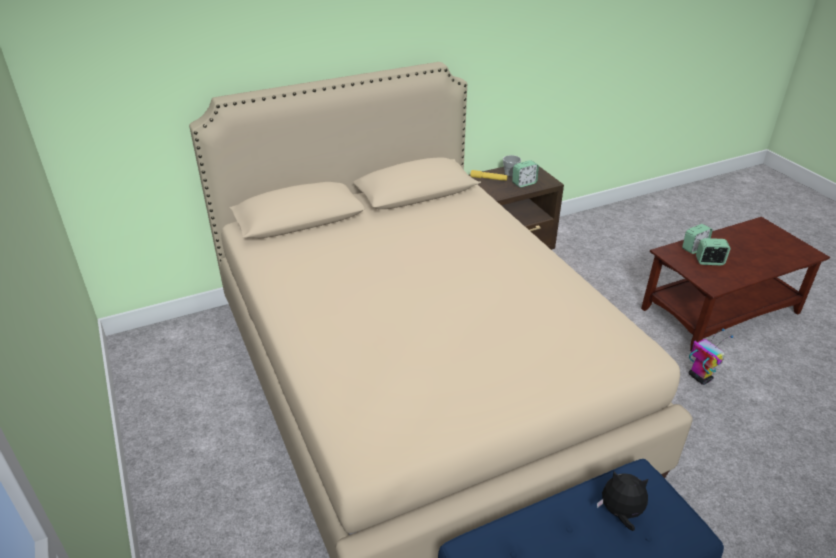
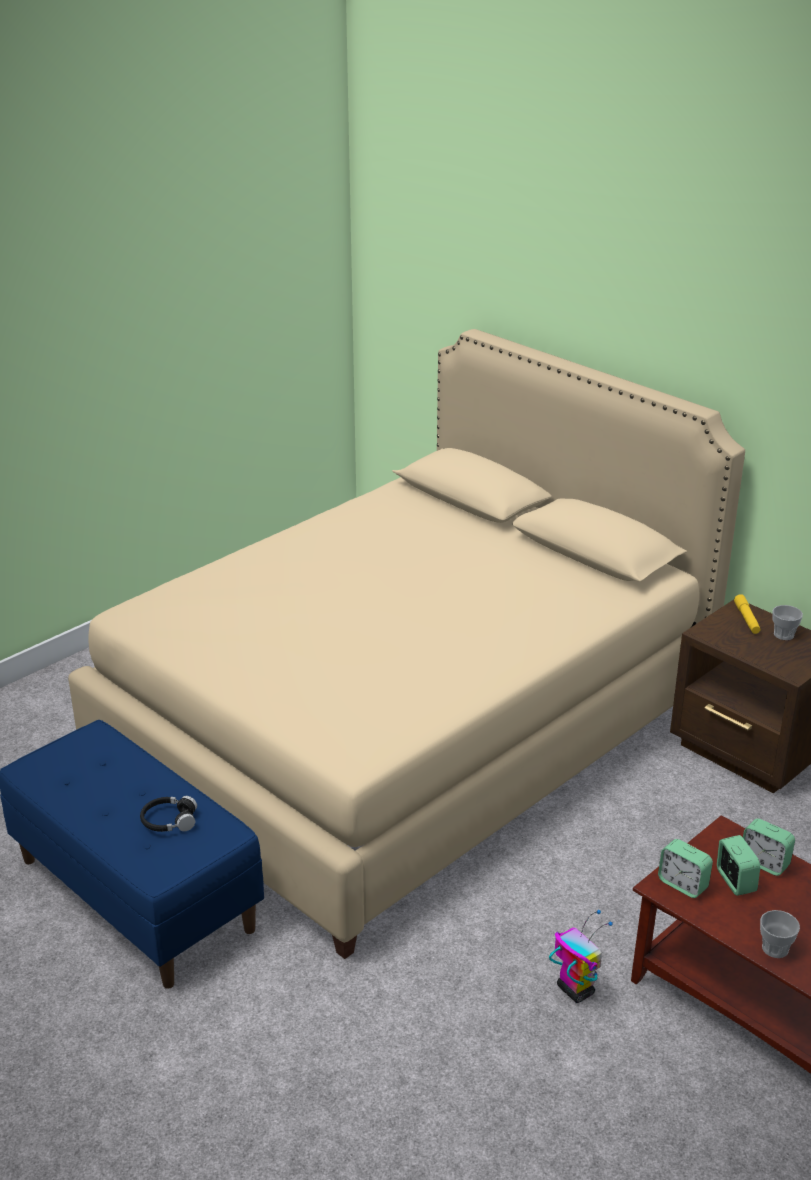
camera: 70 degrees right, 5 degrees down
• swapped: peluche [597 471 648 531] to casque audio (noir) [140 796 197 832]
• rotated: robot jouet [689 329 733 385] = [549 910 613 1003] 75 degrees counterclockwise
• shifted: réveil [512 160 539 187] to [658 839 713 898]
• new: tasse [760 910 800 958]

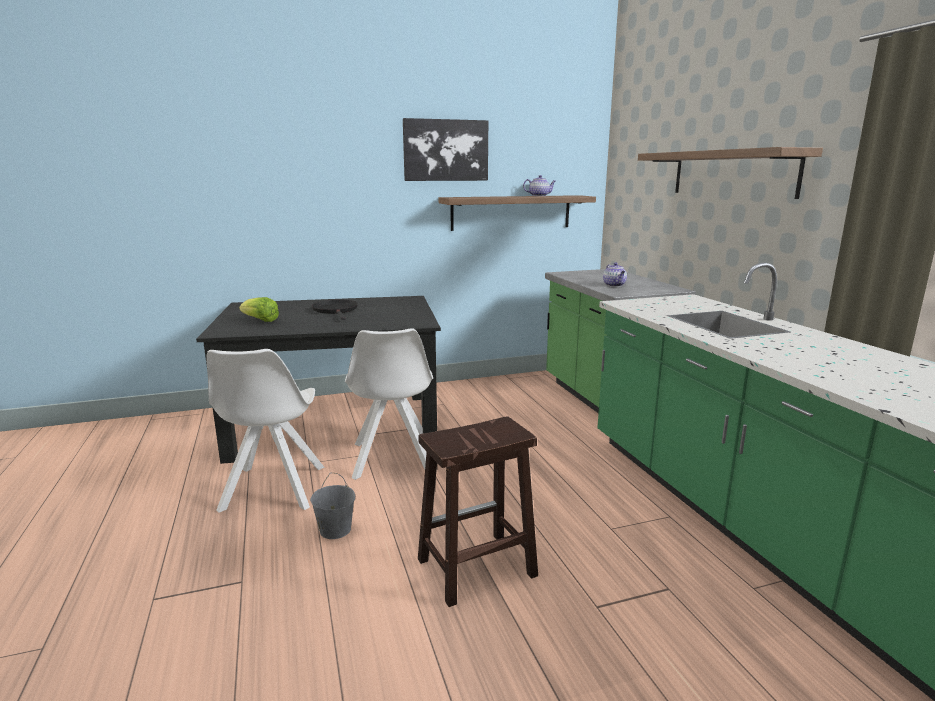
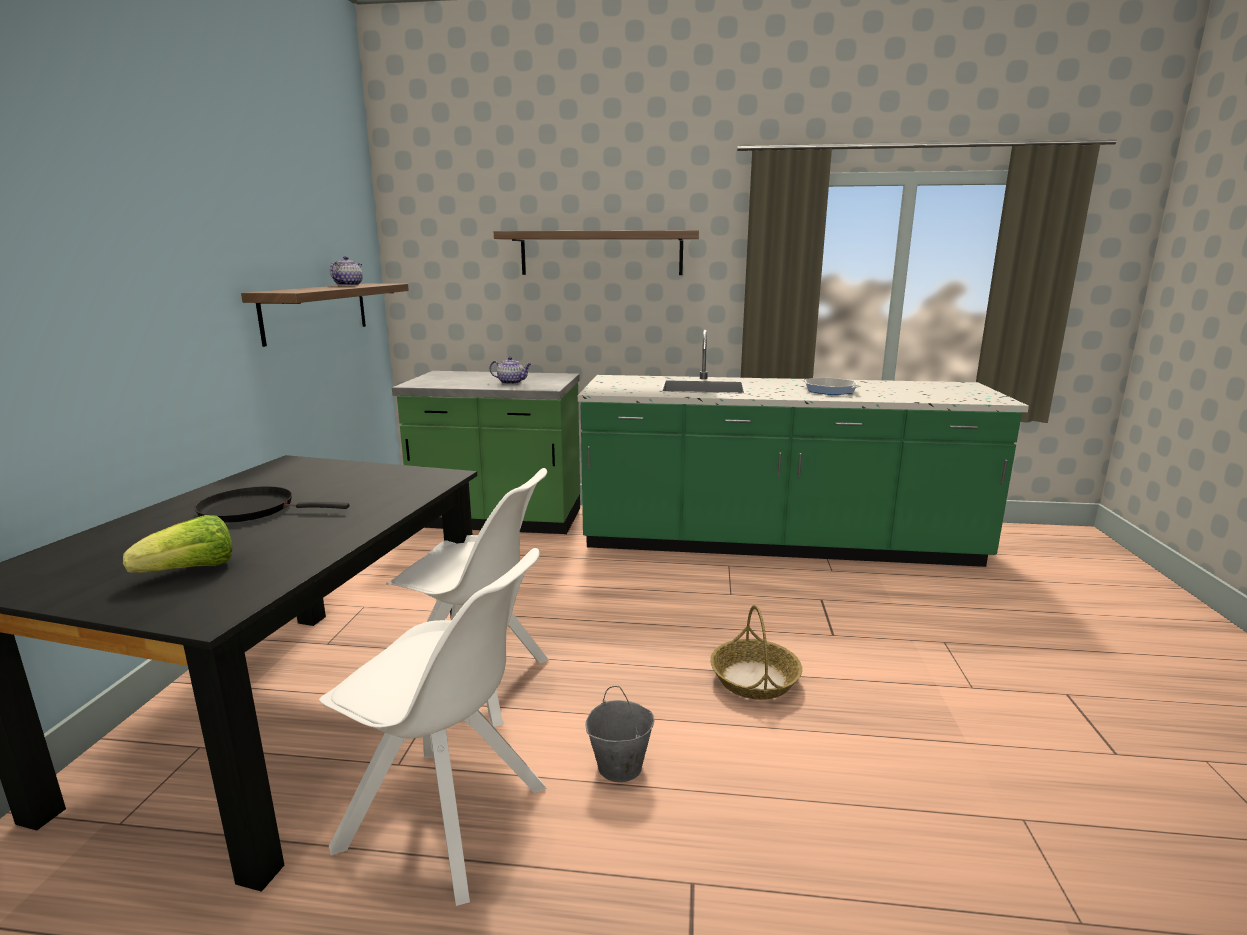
camera: 65 degrees left, 0 degrees up
• swapped: tabouret (marron) [418 416 538 607] to panier [710 605 802 700]
• new: poêle [802 378 861 395]
• gone: tableau [403 118 488 181]

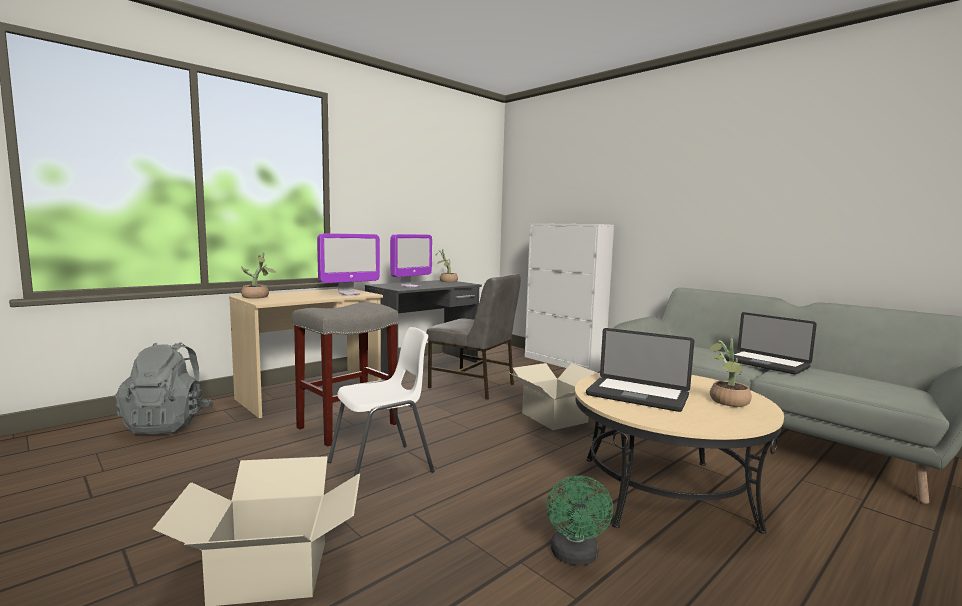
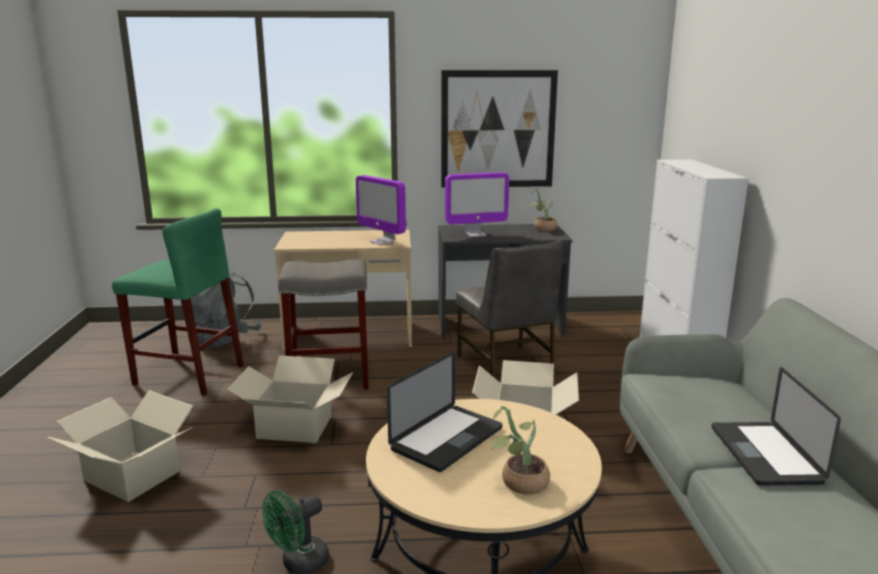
camera: 40 degrees right, 10 degrees up
• new: tabouret (vert) [112 208 244 396]
• swapped: chaise (blanc) [328 327 434 476] to carton [227 356 353 443]
• rotated: écran d'ordinateur [317 233 380 296] = [356 175 406 245] 45 degrees clockwise
• rotated: ordinateur portable [586 328 694 412] = [387 352 503 472] 120 degrees counterclockwise
• new: tableau [441 70 558 188]
• gone: plante en pot [241 252 275 299]

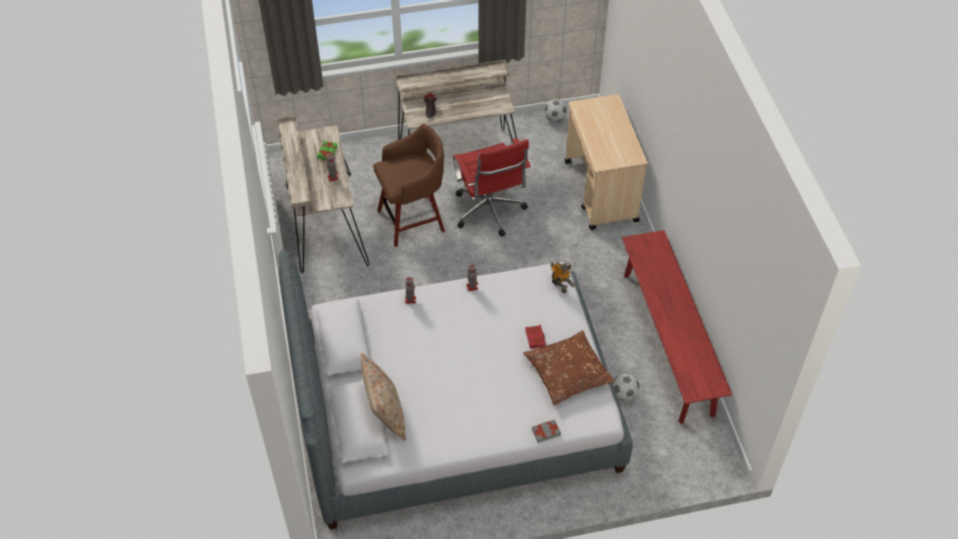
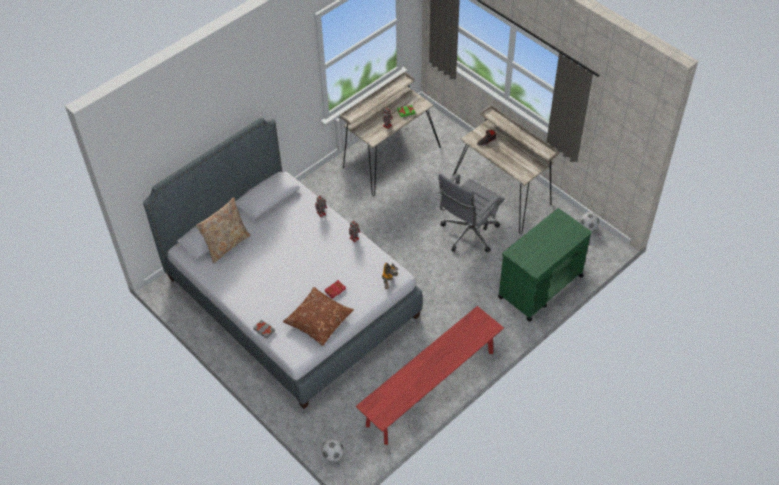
camera: 60 degrees right, 0 degrees up
• shifted: ballon de foot [613 373 640 401] to [321 439 344 462]
• repainted: chaise de bureau (rouge) [453 138 531 237] to chaise de bureau (gris) [437 173 505 252]
• repainted: chariot (beige) [565 94 648 230] to chariot (vert) [498 208 592 322]
• gone: tabouret (marron) [373 124 445 247]

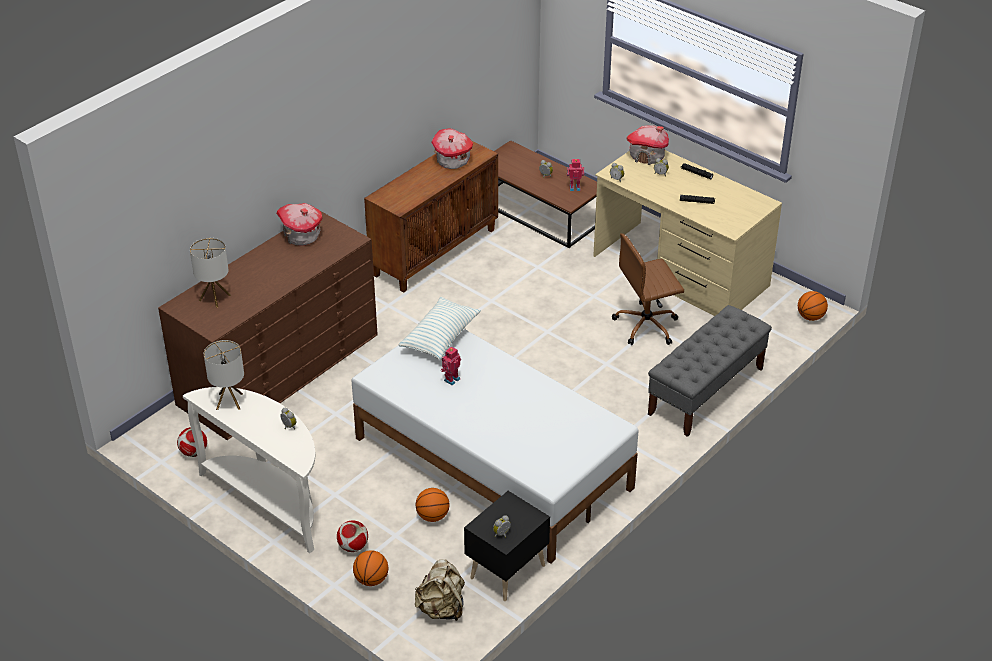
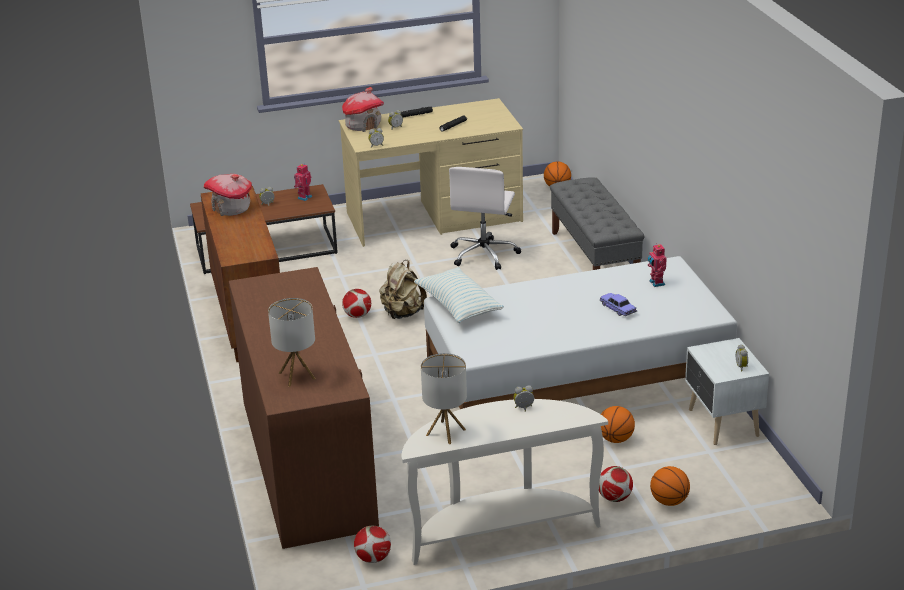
camera: 55 degrees left, 10 degrees down
• new: ballon de foot [342 289 371 318]
• shifted: sac à dos (beige) [415 559 465 621] to [379 260 427 319]
• repainted: chaise de bureau (marron) [612 233 684 345] to chaise de bureau (blanc) [449 167 521 270]
• new: petite voiture [600 293 637 316]
• shifted: robot jouet [441 346 461 385] to [648 243 667 287]
• repainted: table de chevet (noir) [464 491 550 601] to table de chevet (blanc) [685 338 769 445]
• gone: maison miniature [276 203 322 246]

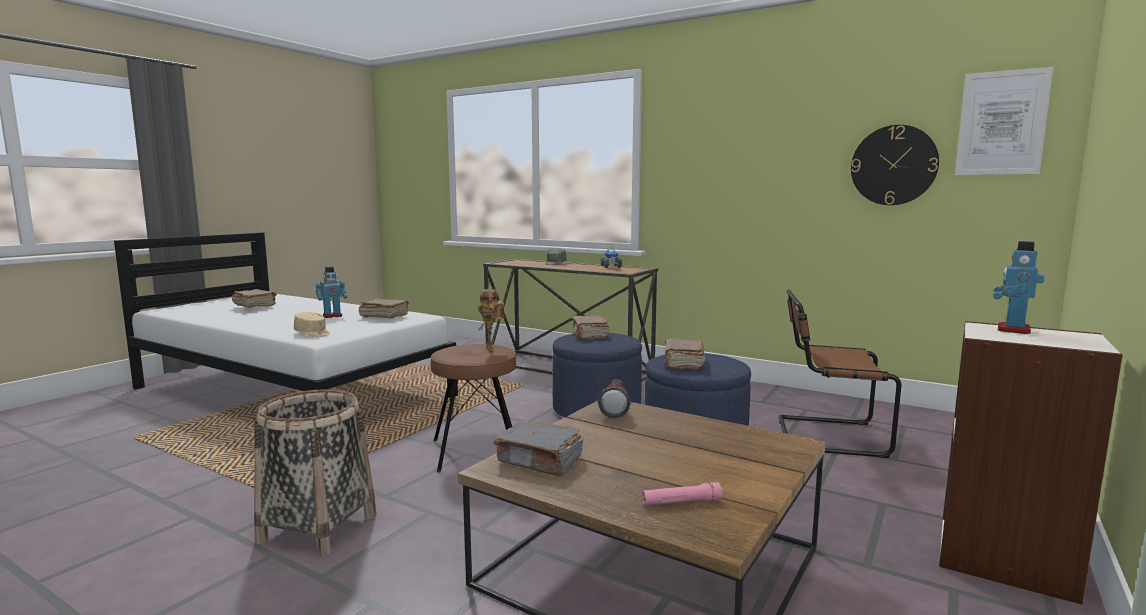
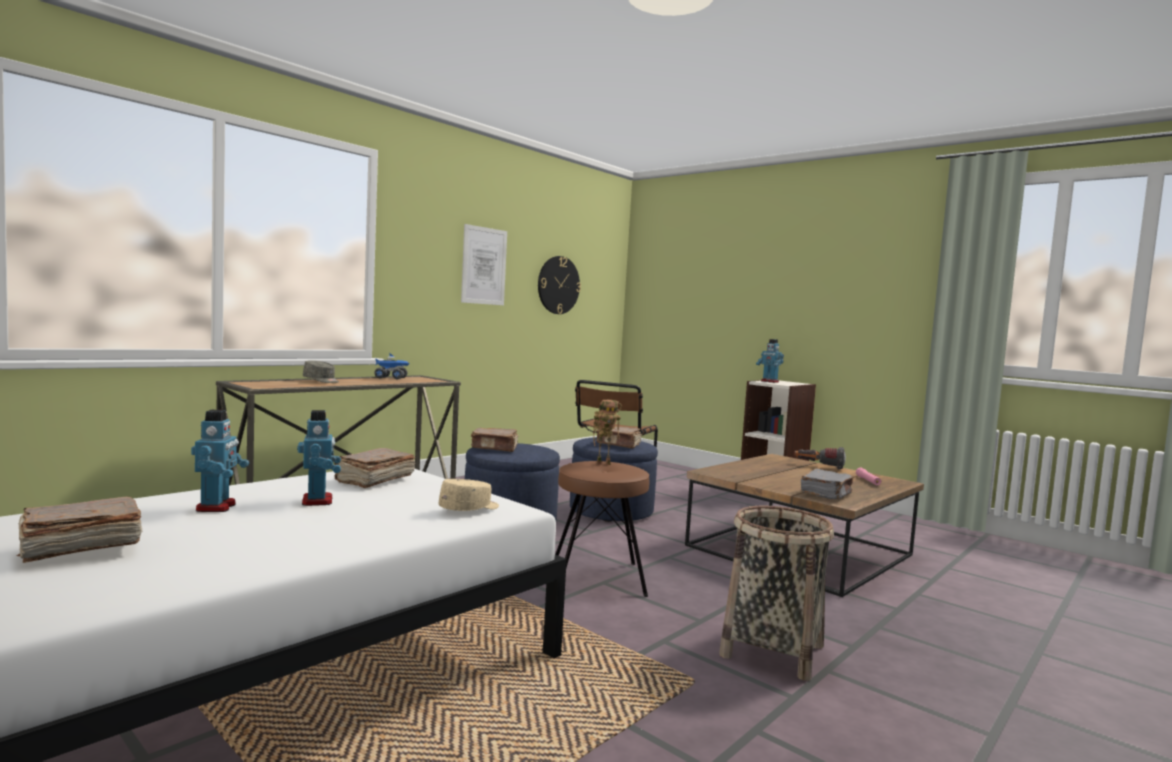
camera: 80 degrees left, 5 degrees down
• new: robot jouet [191 410 249 512]
• shifted: tableau [955 67 1054 175] to [461 224 507 305]
• shifted: lampe de poche [598 379 631 418] to [794 447 846 469]

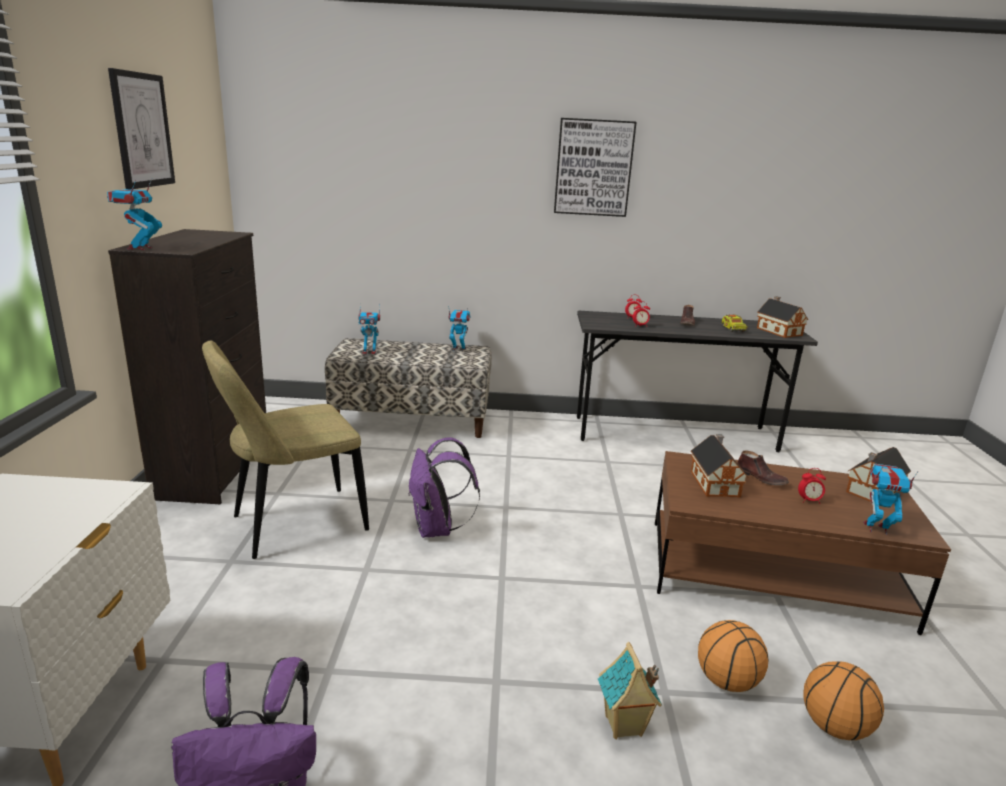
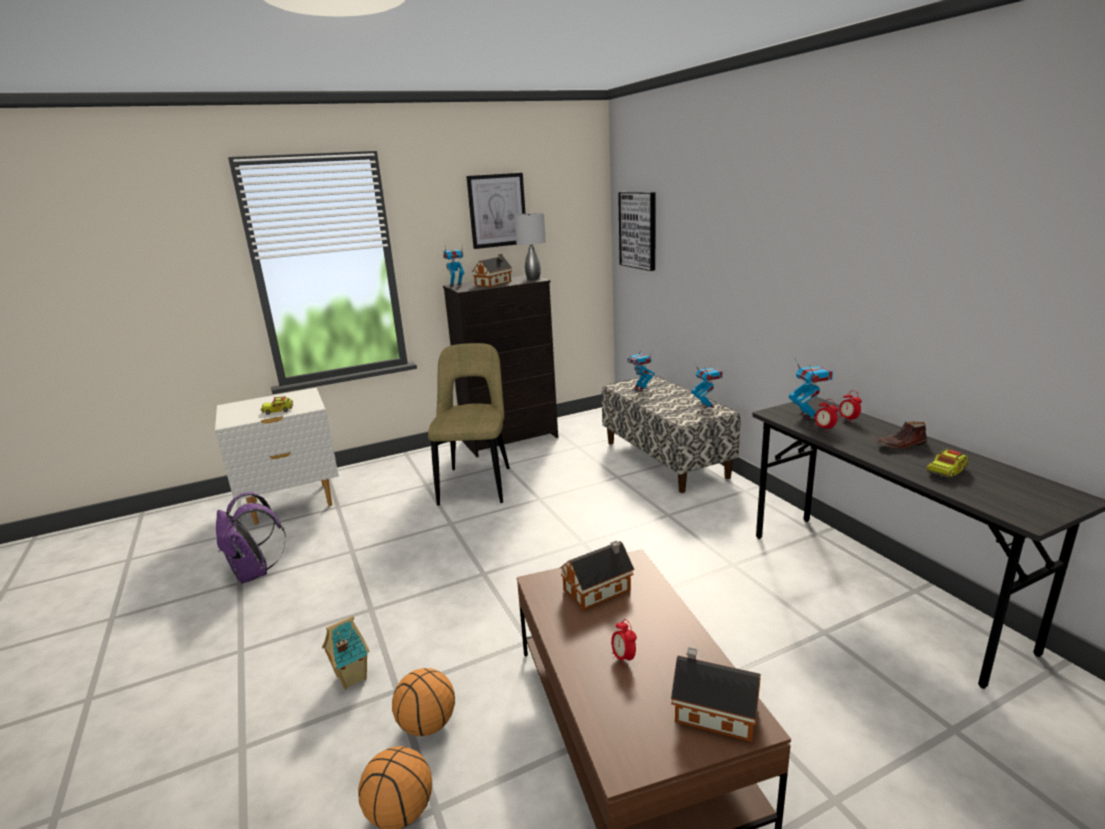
camera: 65 degrees right, 0 degrees up
• new: camion jouet [261 396 293 415]
• rotated: chaise (beige) [202 341 369 559] = [428 343 510 506] 60 degrees clockwise
• shifted: maison miniature [757 296 808 338] to [472 254 512 287]
• new: lampe de table (gris) [514 213 546 279]
• shifted: tableau [554 118 636 217] to [618 192 656 271]
• shifted: robot jouet [863 464 918 535] to [789 358 833 419]
• gone: sac à dos (violet) [408 437 480 538]
• gone: chaussure (marron) [737 450 789 485]

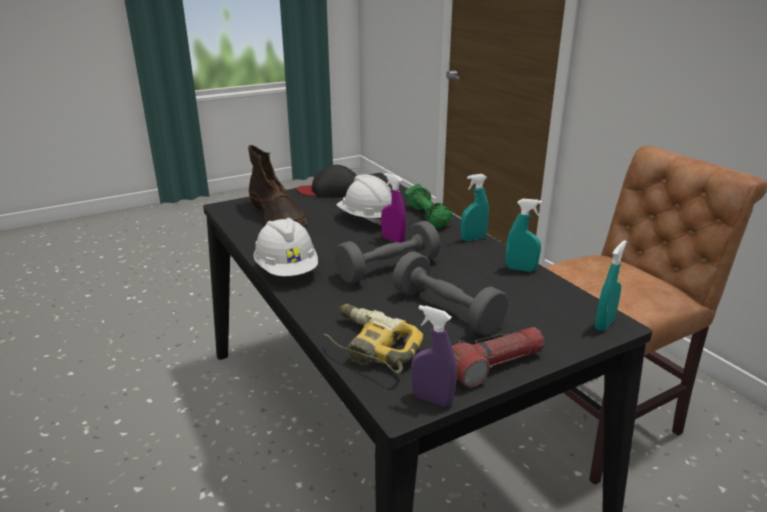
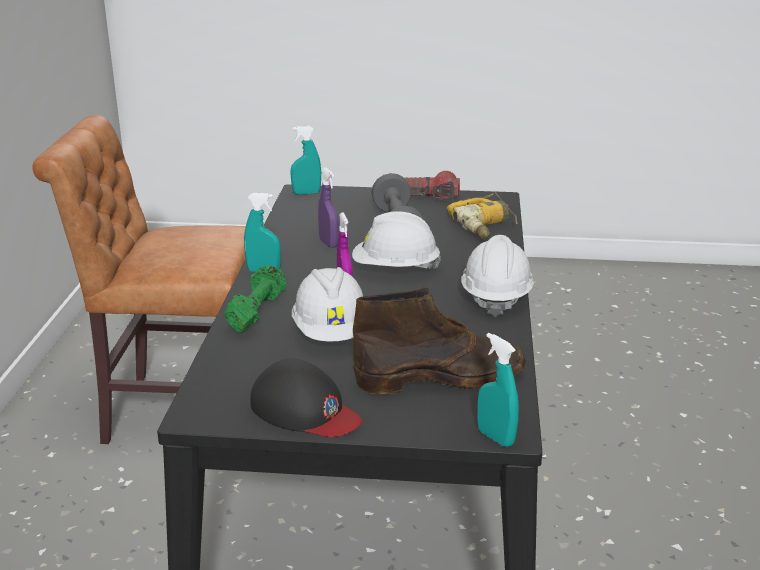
camera: 145 degrees left, 0 degrees up
• shifted: vaporisateur (violet) [411 305 457 407] to [318 168 339 248]
• swapped: haltère (gris) [335 221 441 284] to casque de chantier (blanc) [352 211 441 269]
• rotated: botte (marron) [248 145 308 227] = [353 285 526 394] 75 degrees clockwise
• shifted: vaporisateur (turquoise) [506 199 542 271] to [477 333 519 447]

